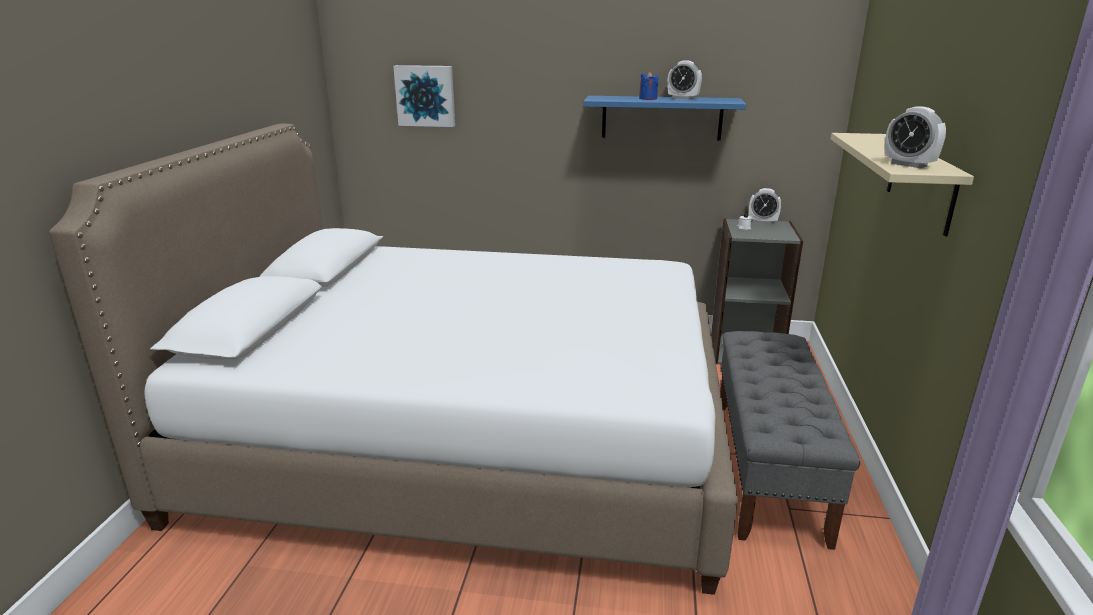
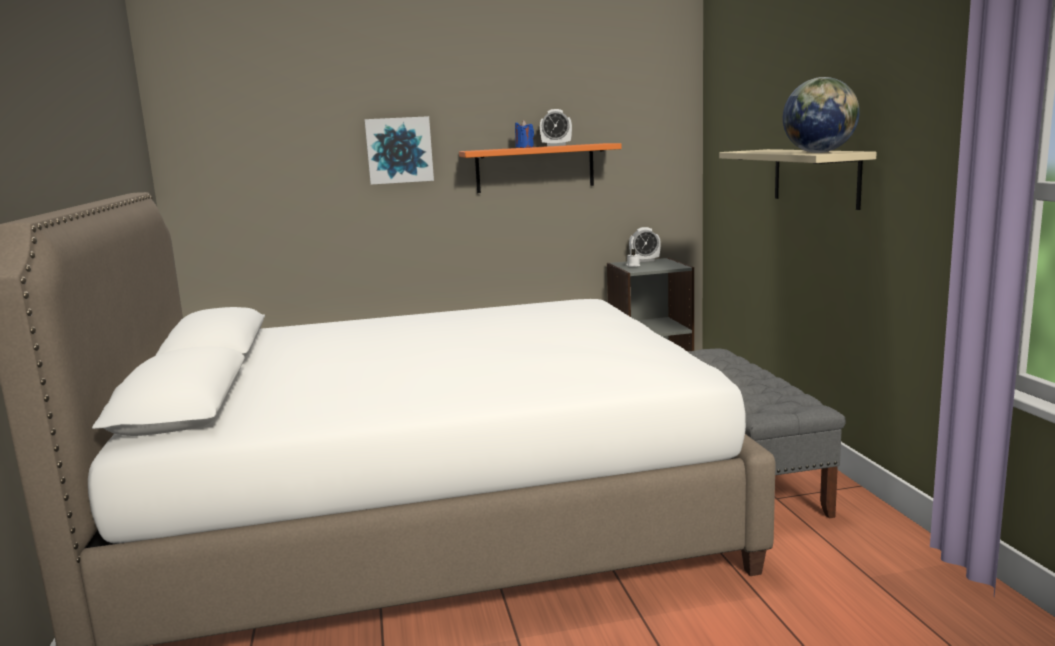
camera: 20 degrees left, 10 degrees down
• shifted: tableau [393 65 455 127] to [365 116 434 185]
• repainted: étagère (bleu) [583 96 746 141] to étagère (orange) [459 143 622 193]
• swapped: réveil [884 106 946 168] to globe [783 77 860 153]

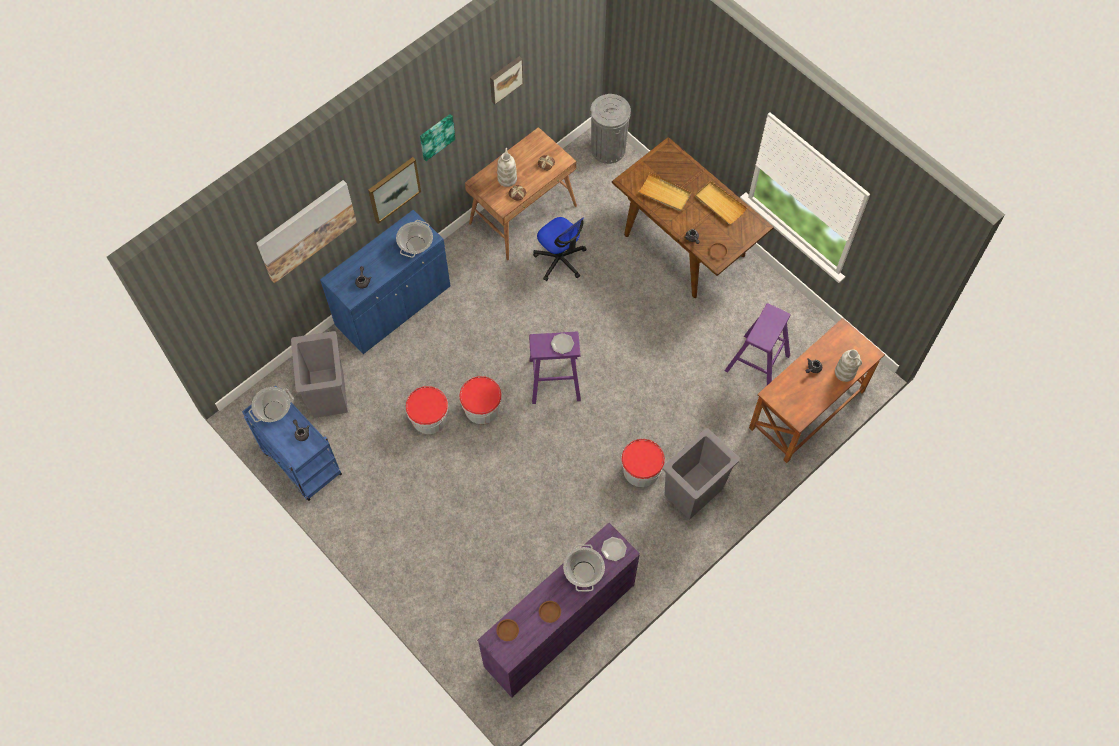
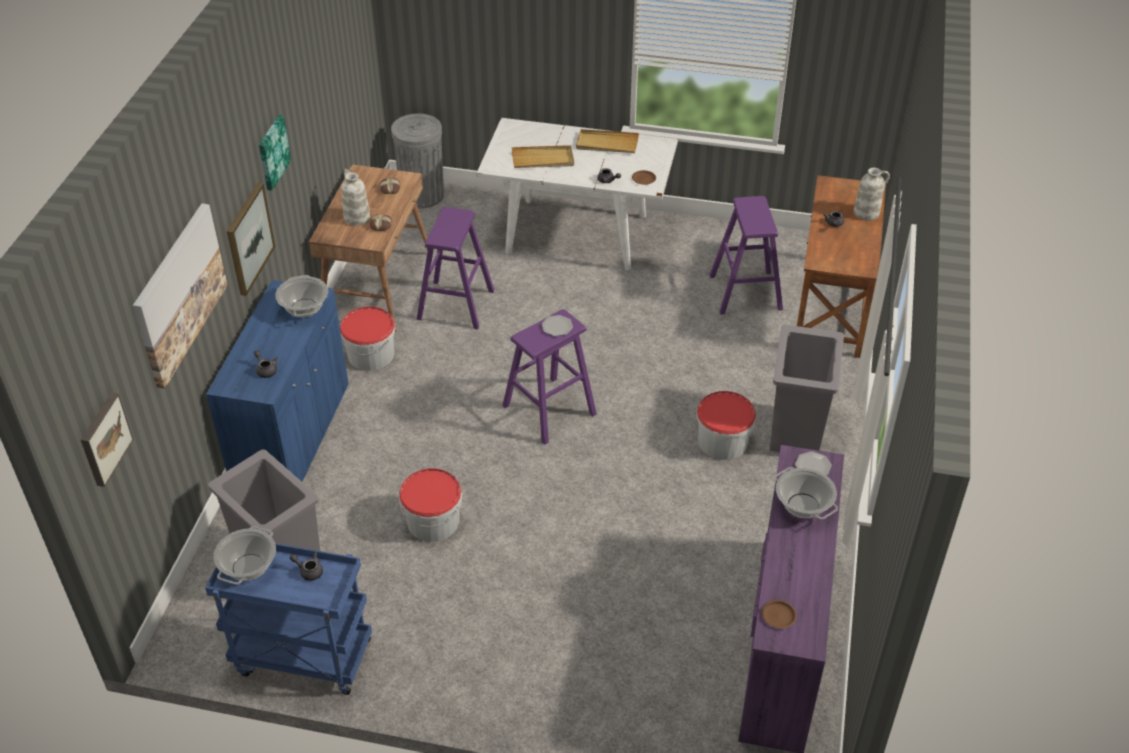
camera: 35 degrees left, 20 degrees down
• shifted: tableau [490 56 524 104] to [81 392 134 487]
• shifted: seau [459 376 502 424] to [340 306 395 371]
• swapped: chaise de bureau [533 217 587 281] to tabouret (violet) [416 207 494 329]
• repainted: table à manger (marron) [612 137 774 298] to table à manger (blanc) [476 118 678 271]
• gone: assiette (marron) [539 601 561 623]

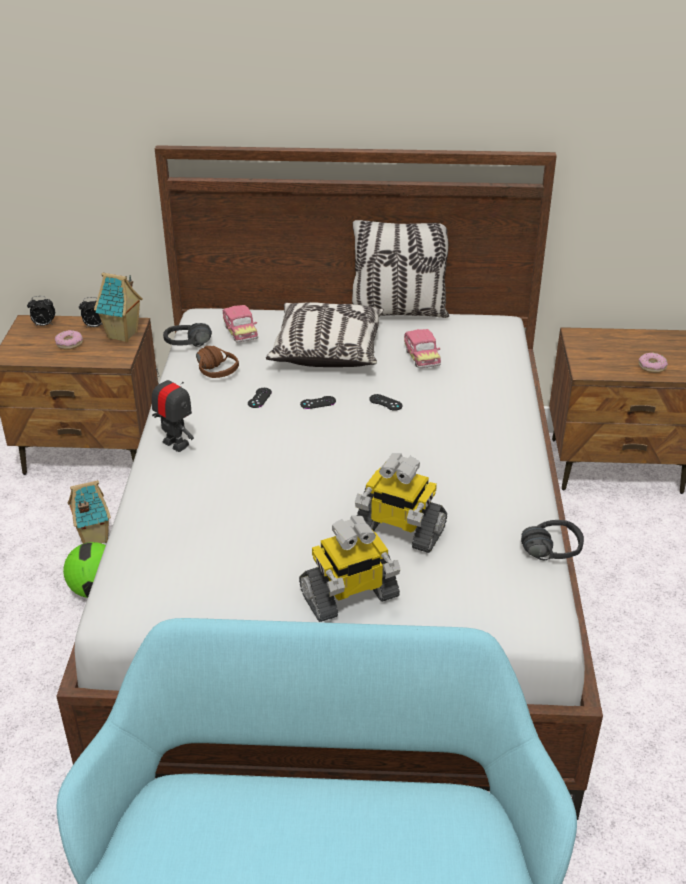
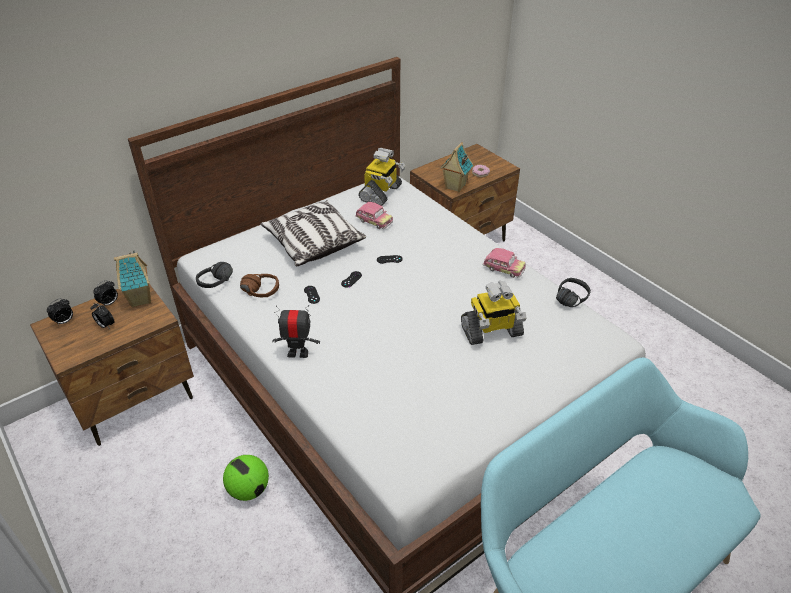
camera: 40 degrees left, 5 degrees up
• swapped: beignet [55 330 83 350] to réveil [90 303 114 329]
• shifted: robot jouet [299 516 400 622] to [359 148 406 206]
• shifted: maison miniature [68 480 111 544] to [440 142 473 192]
• shifted: petite voiture [223 305 258 342] to [483 248 526 278]
• gone: coussin [352 220 449 318]

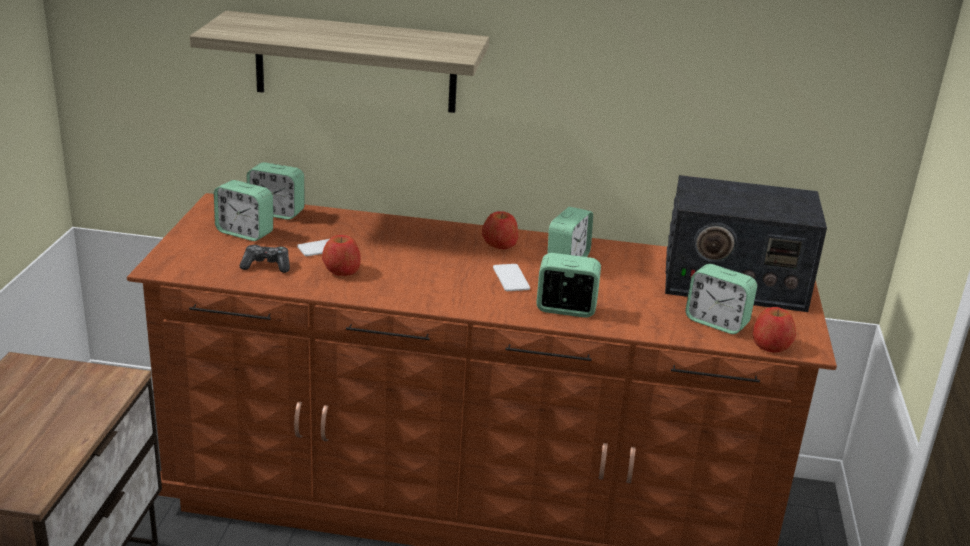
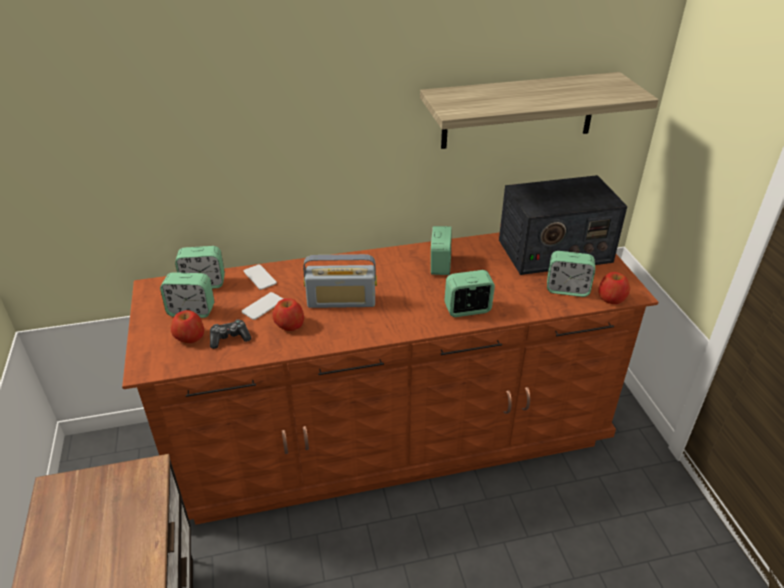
camera: 20 degrees left, 10 degrees up
• shifted: pomme [482 211 518 249] to [171 310 204 343]
• shifted: téléphone [493 264 530 291] to [244 265 277 290]
• new: radio [303 254 377 308]
• shifted: étagère [190 11 489 113] to [420 72 659 149]

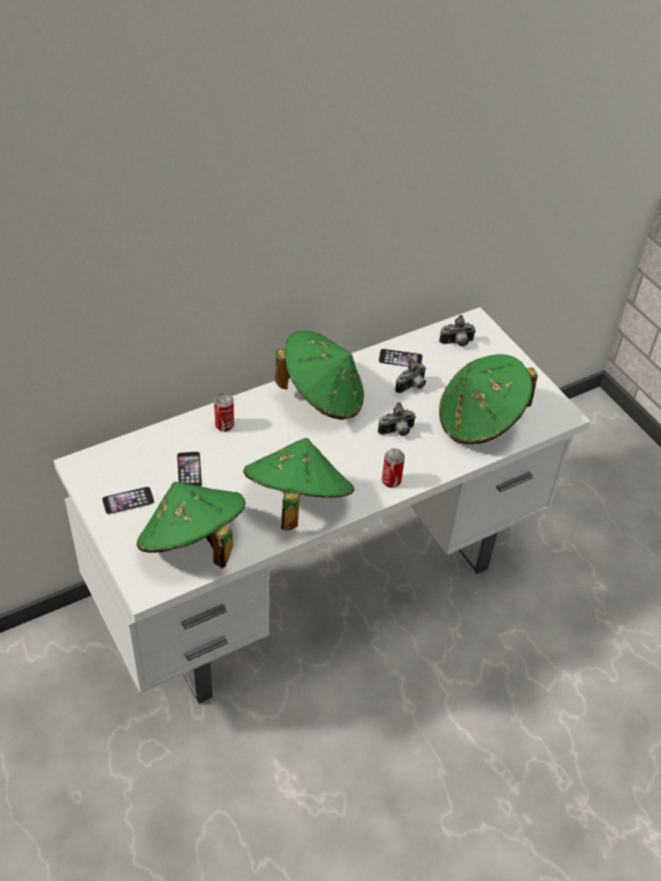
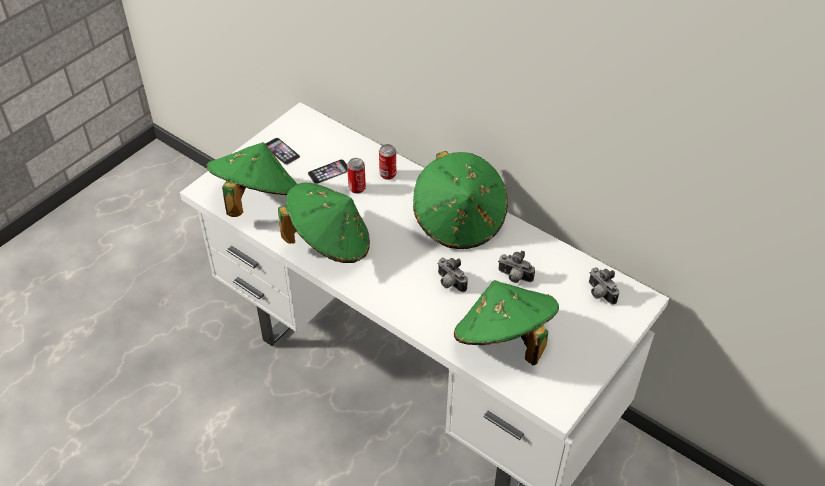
camera: 70 degrees right, 0 degrees up
• shifted: boîte métallique [382 448 405 488] to [347 158 366 194]
• gone: téléphone [379 349 423 367]

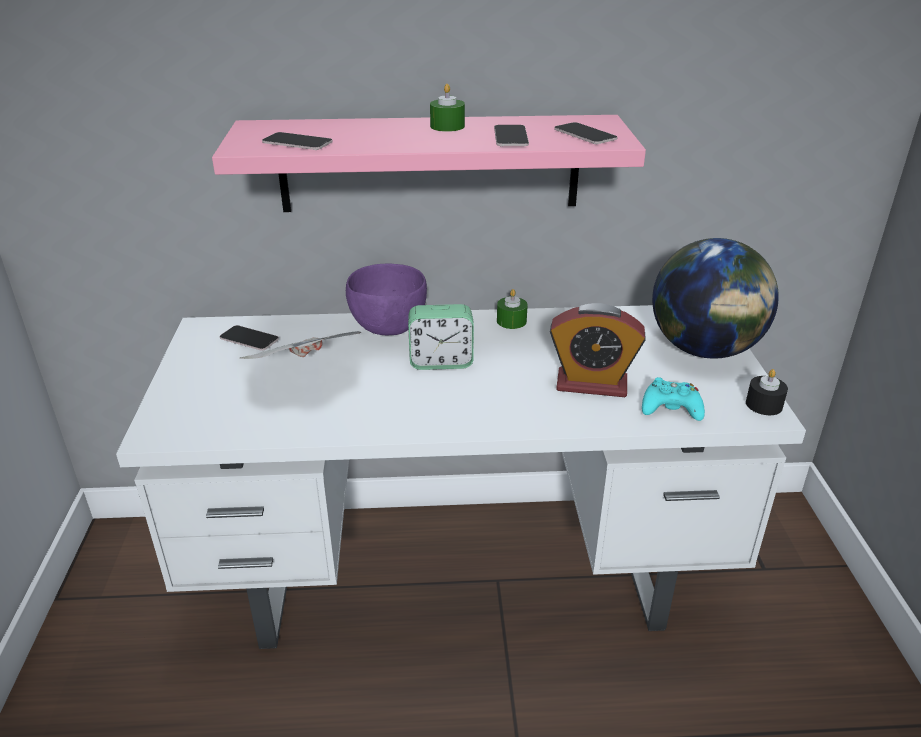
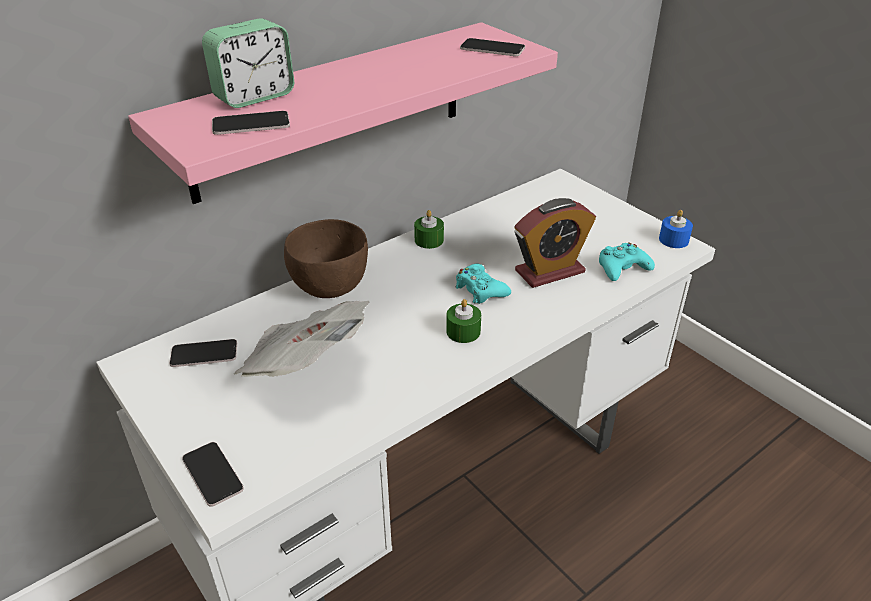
camera: 35 degrees left, 5 degrees up
• shifted: téléphone [494 125 529 146] to [182 442 244 507]
• shifted: réveil [408 304 474 370] to [202 18 294 108]
• repainted: bol (violet) [346 263 427 335] to bol (marron) [284 219 368 298]
• shifted: bougie (vert) [430 84 465 132] to [446 299 481 343]
• new: manette (turquoise) [456 264 511 304]
• repainted: bougie (noir) [746 369 788 415] to bougie (bleu) [659 210 693 248]
• gone: globe [652 238 779 359]

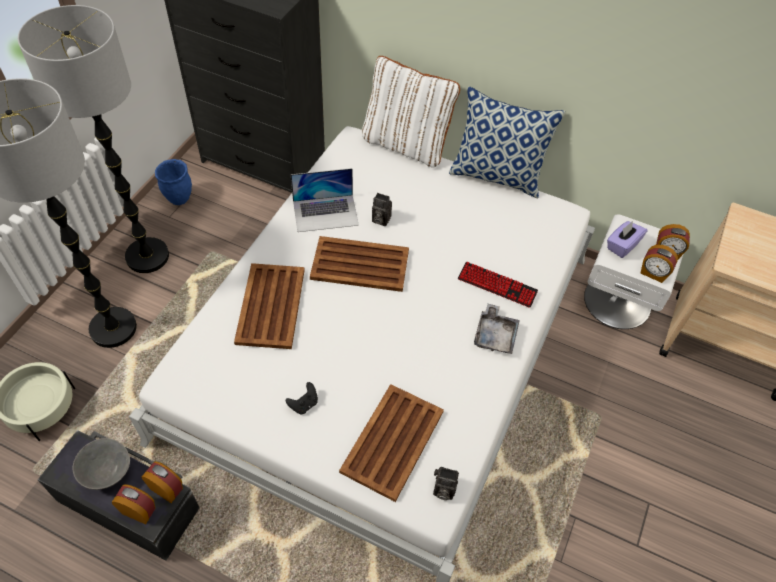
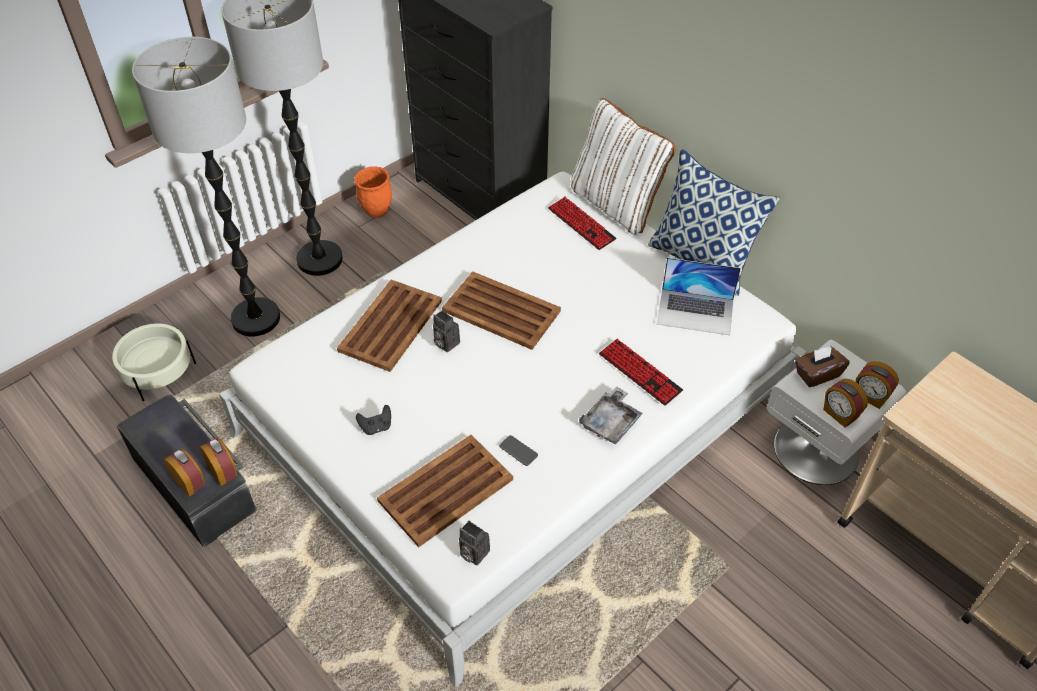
camera: 25 degrees right, 5 degrees down
• repainted: cache-pot (bleu) [155 159 192 205] to cache-pot (orange) [354 167 392 218]
• shifted: appareil photo [372 193 392 226] to [433 310 460 352]
• new: téléphone [499 435 538 466]
• new: clavier [548 197 617 250]
• shifted: ordinateur portable [291 168 359 232] to [657 258 741 335]
• repainted: boîte à mouchoirs (violet) [607 221 647 258] to boîte à mouchoirs (marron) [795 346 850 387]
• gone: bol (gris) [72 438 130 490]

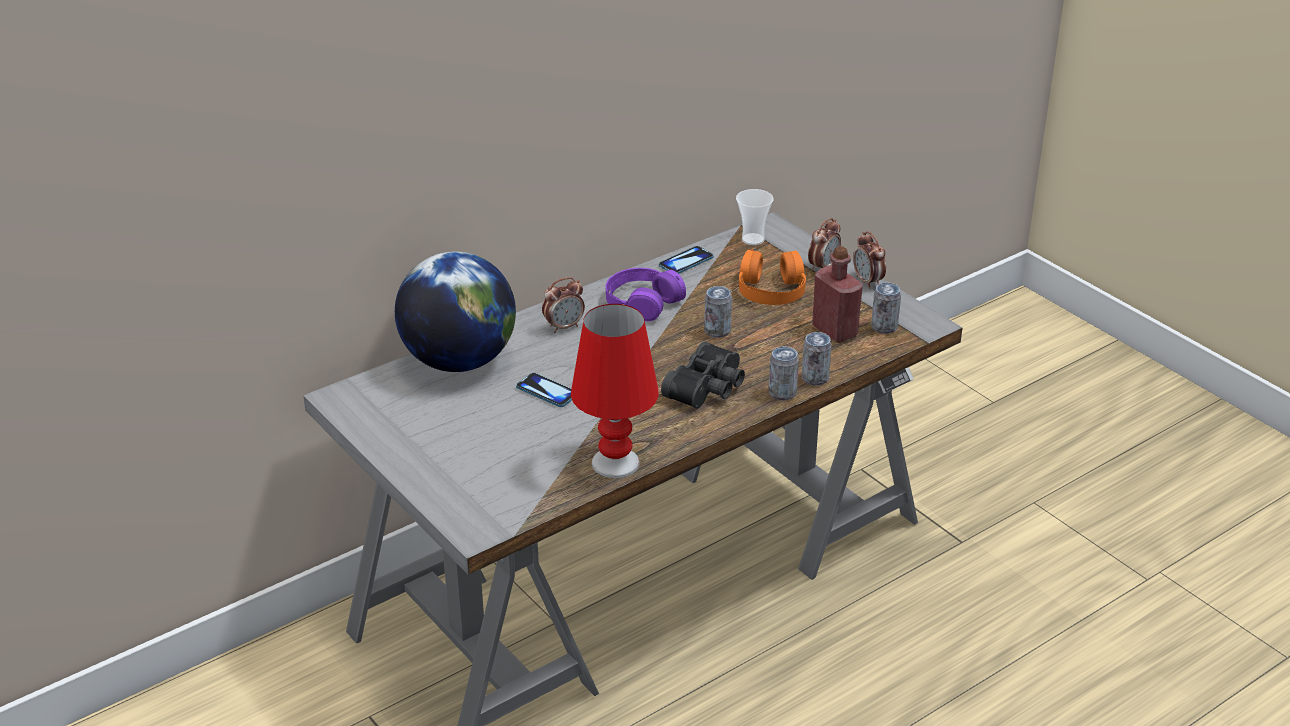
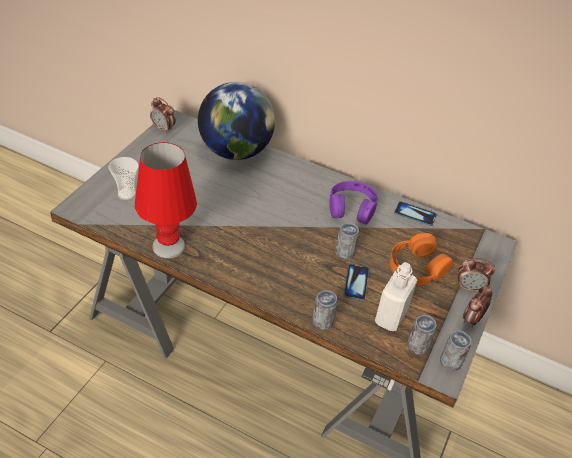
camera: 60 degrees right, 10 degrees up
• shifted: tasse [736 189 774 245] to [109 157 138 200]
• shifted: réveil [542 277 585 333] to [150 97 176 134]
• shifted: téléphone [516 373 572 407] to [344 264 369 301]
• repainted: bouteille (rouge) [812 246 863 343] to bouteille (blanc) [375 262 417 331]
• shifted: boîte métallique [769 346 799 401] to [440 331 471 371]
• gone: jumelles (noir) [661 342 745 409]

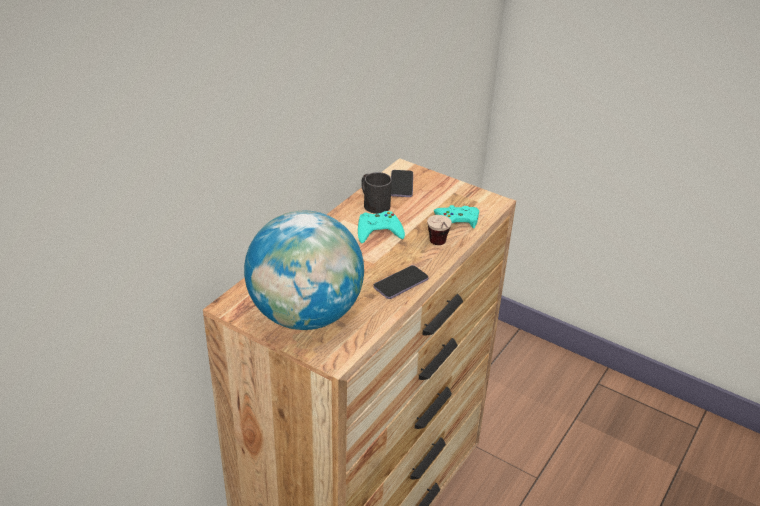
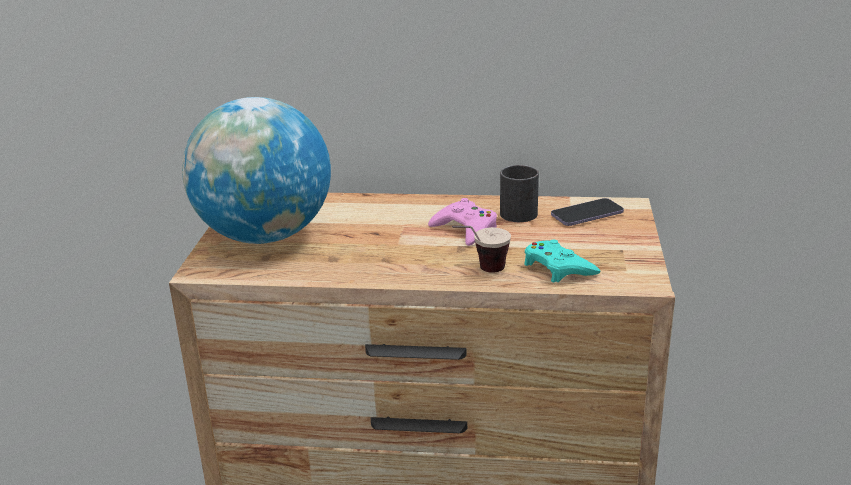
camera: 65 degrees right, 10 degrees down
• repainted: manette (turquoise) [358 211 405 243] to manette (rose) [428 198 497 246]
• gone: téléphone [374 265 429 299]

